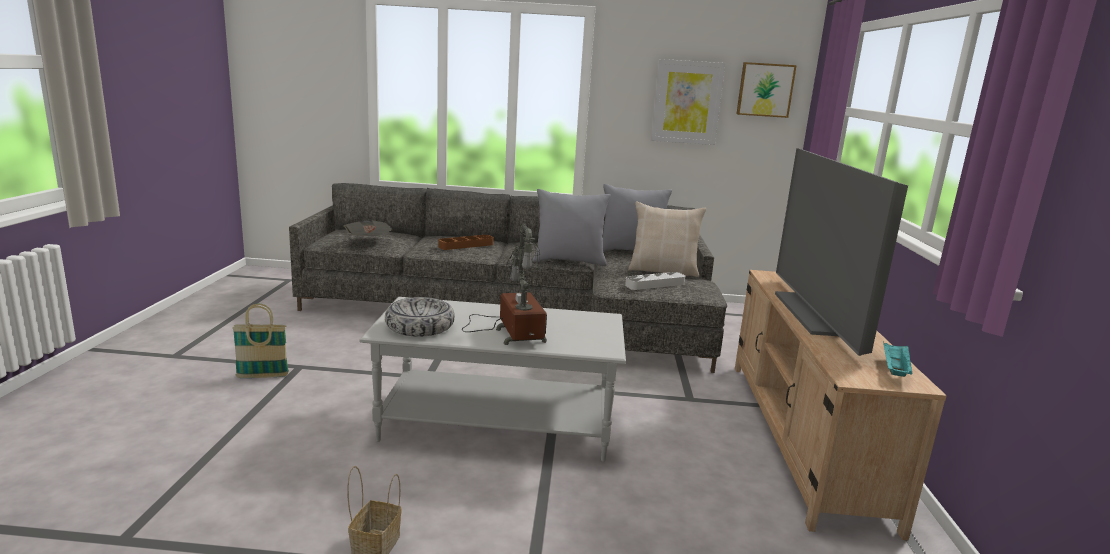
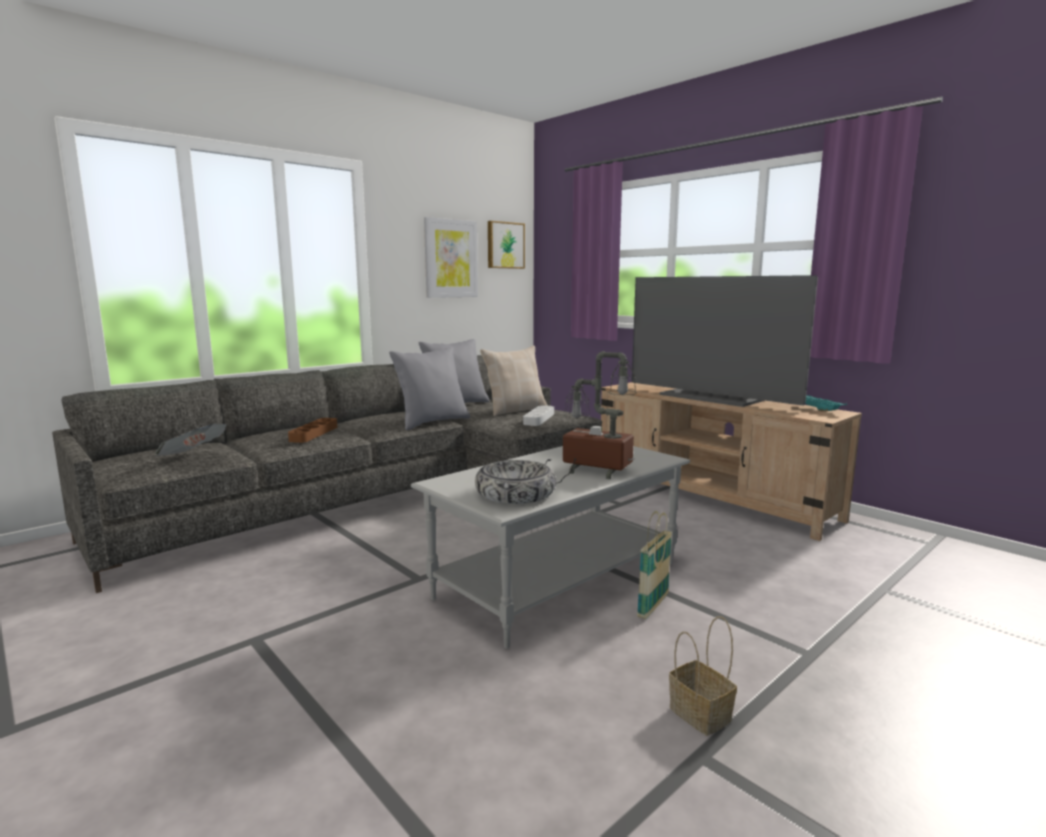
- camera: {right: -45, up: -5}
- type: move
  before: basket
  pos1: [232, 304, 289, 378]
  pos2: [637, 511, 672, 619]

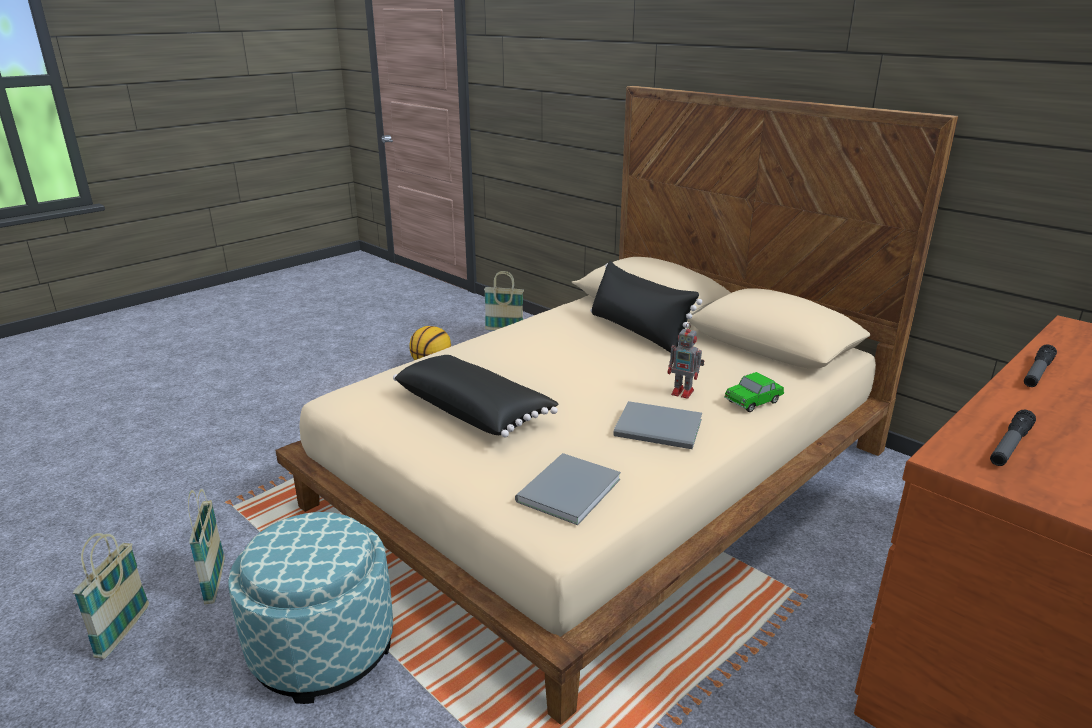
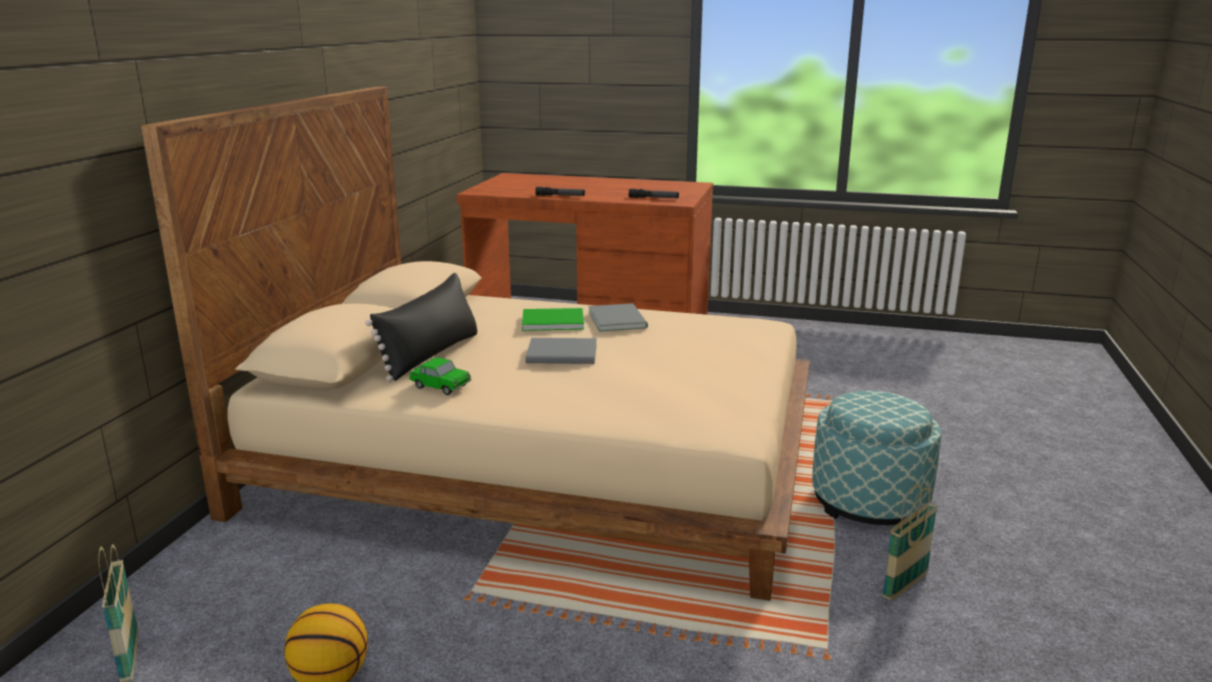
- camera: {right: -120, up: -5}
- type: move
  before: toy car
  pos1: [724, 372, 784, 412]
  pos2: [409, 357, 471, 395]
- type: replace
  before: toy robot
  after: green book
  pos1: [667, 323, 705, 399]
  pos2: [522, 308, 584, 331]
- type: move
  before: grey book
  pos1: [515, 453, 621, 525]
  pos2: [525, 338, 597, 364]
- type: delete
  before: basket
  pos1: [73, 533, 149, 659]
- type: delete
  before: black pillow
  pos1: [393, 355, 559, 437]

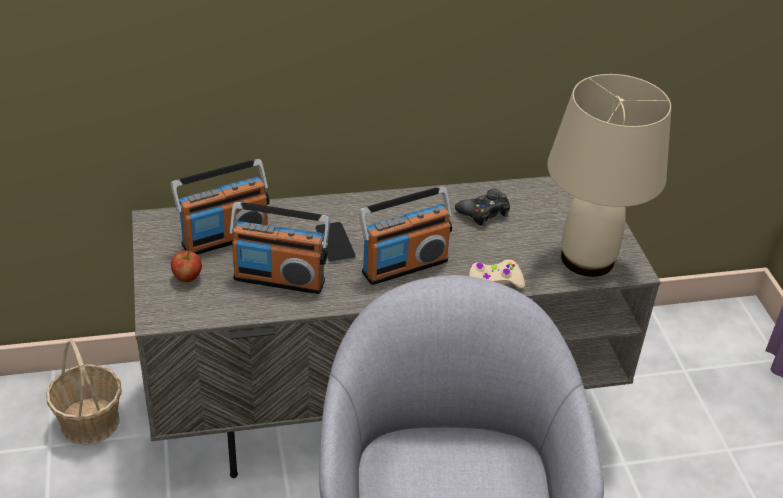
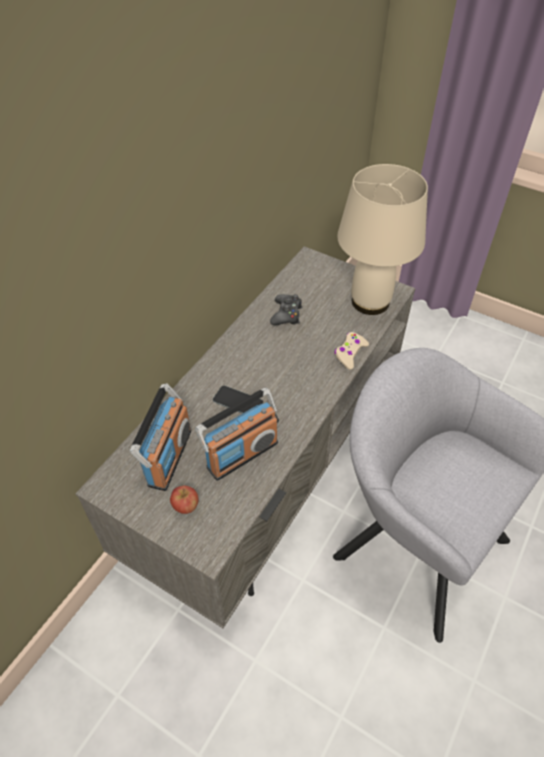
- camera: {right: -45, up: 10}
- type: delete
  before: basket
  pos1: [46, 339, 122, 445]
- type: delete
  before: radio
  pos1: [358, 186, 452, 285]

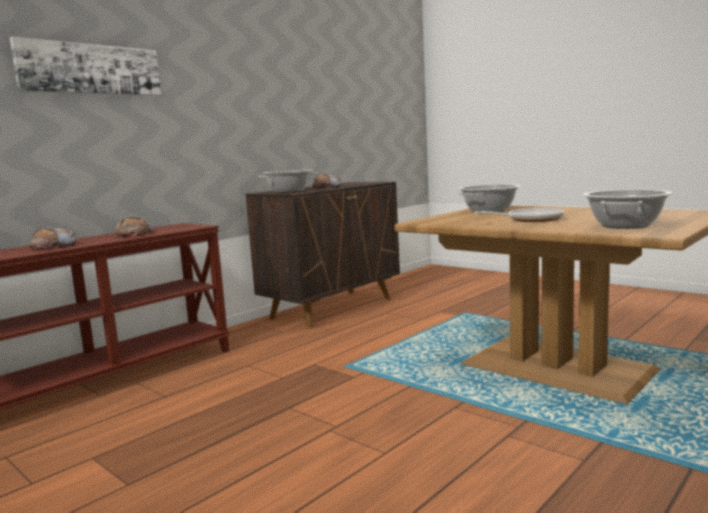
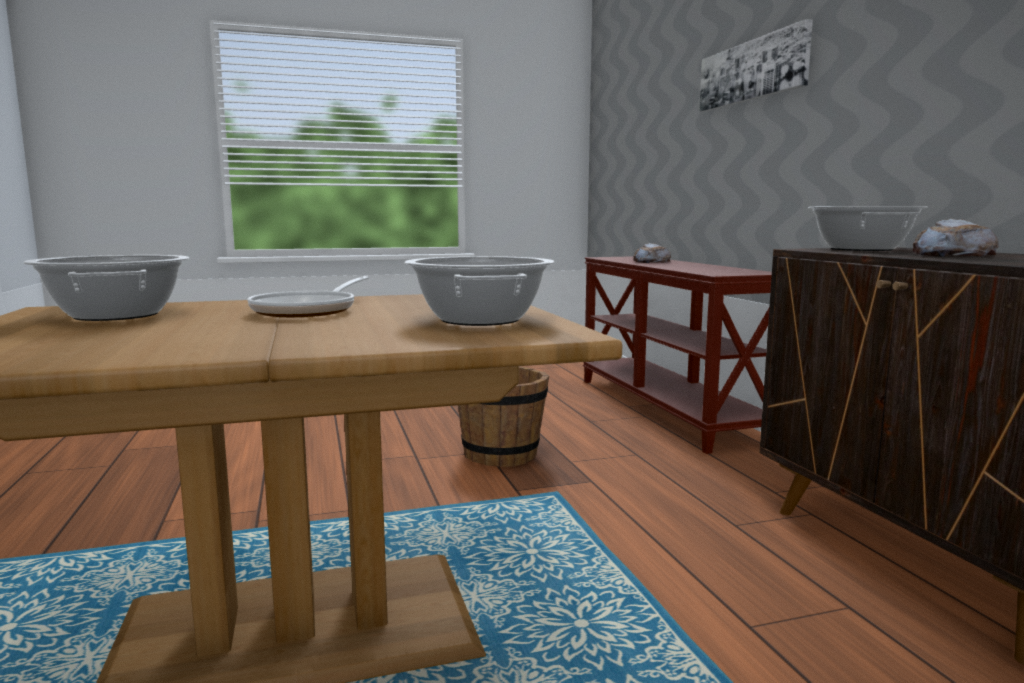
- camera: {right: 120, up: 0}
- type: insert
  after: brown bucket
  pos2: [458, 366, 549, 467]
- type: delete
  before: bread
  pos1: [113, 217, 153, 237]

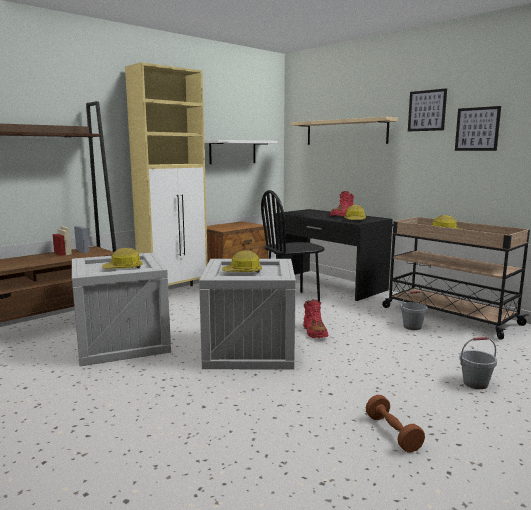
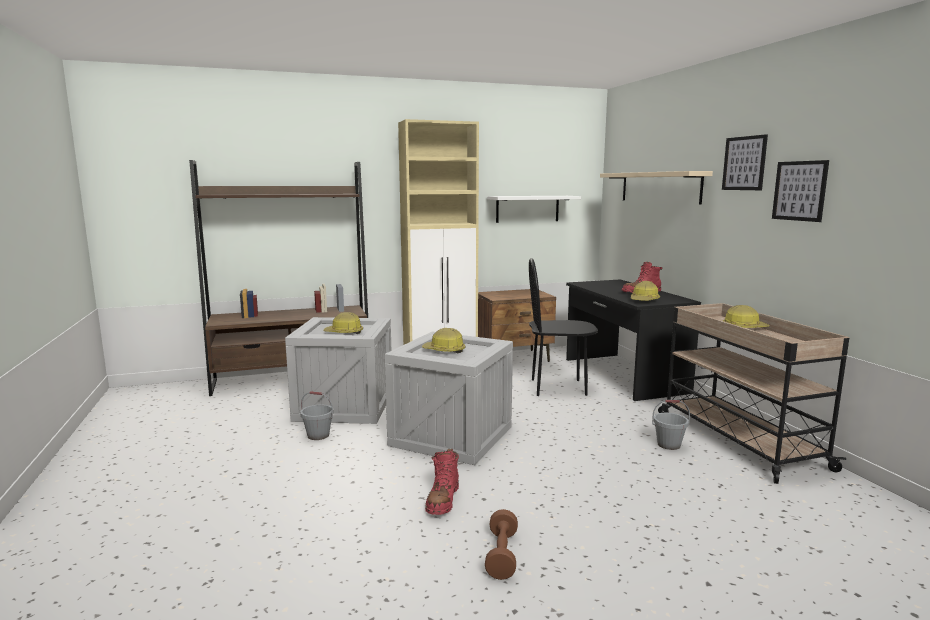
- camera: {right: 25, up: 0}
- type: move
  before: grey bucket
  pos1: [459, 337, 497, 389]
  pos2: [300, 391, 334, 440]
- type: move
  before: red boot
  pos1: [303, 300, 329, 338]
  pos2: [425, 449, 459, 515]

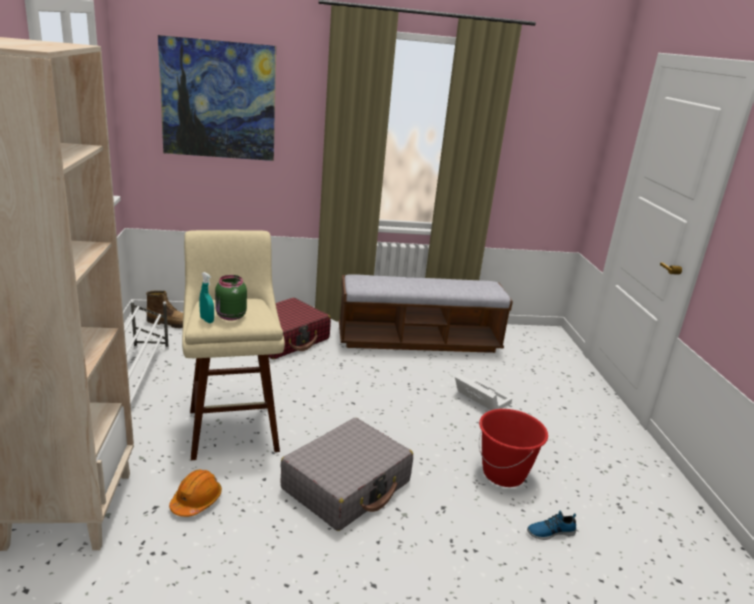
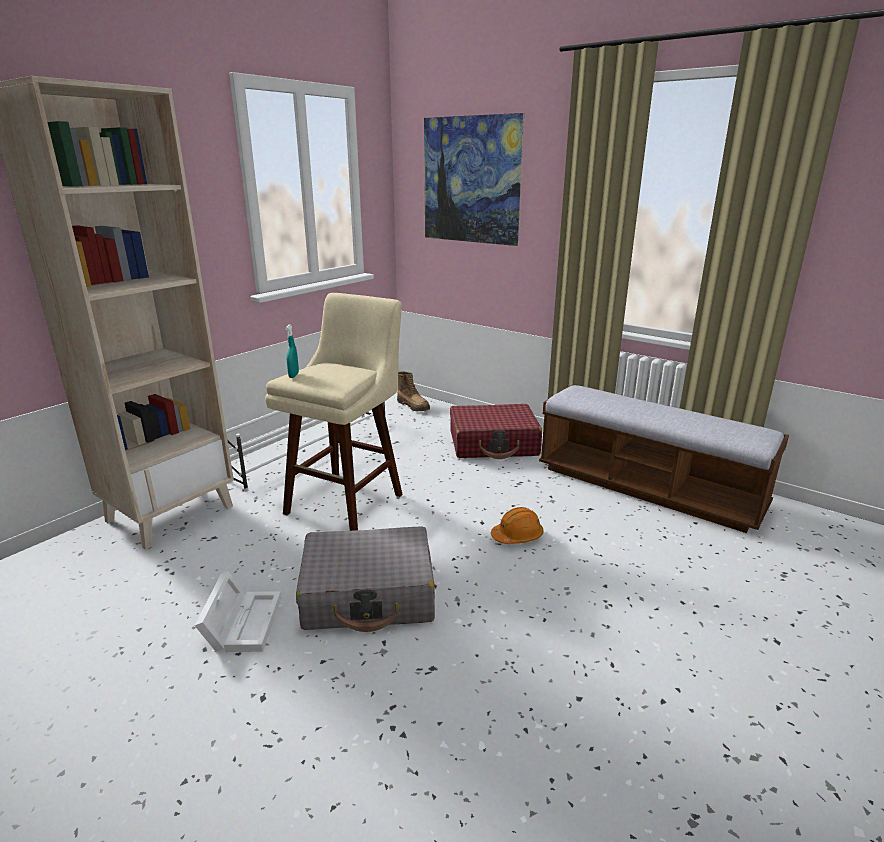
- camera: {right: 45, up: 0}
- type: move
  before: white storage box
  pos1: [455, 374, 512, 410]
  pos2: [194, 571, 281, 652]
- type: move
  before: orange hard hat
  pos1: [169, 469, 222, 517]
  pos2: [491, 507, 544, 544]
- type: delete
  before: green jar
  pos1: [215, 275, 247, 321]
- type: delete
  before: red bucket
  pos1: [479, 409, 548, 487]
- type: delete
  before: shoe
  pos1: [527, 510, 576, 540]

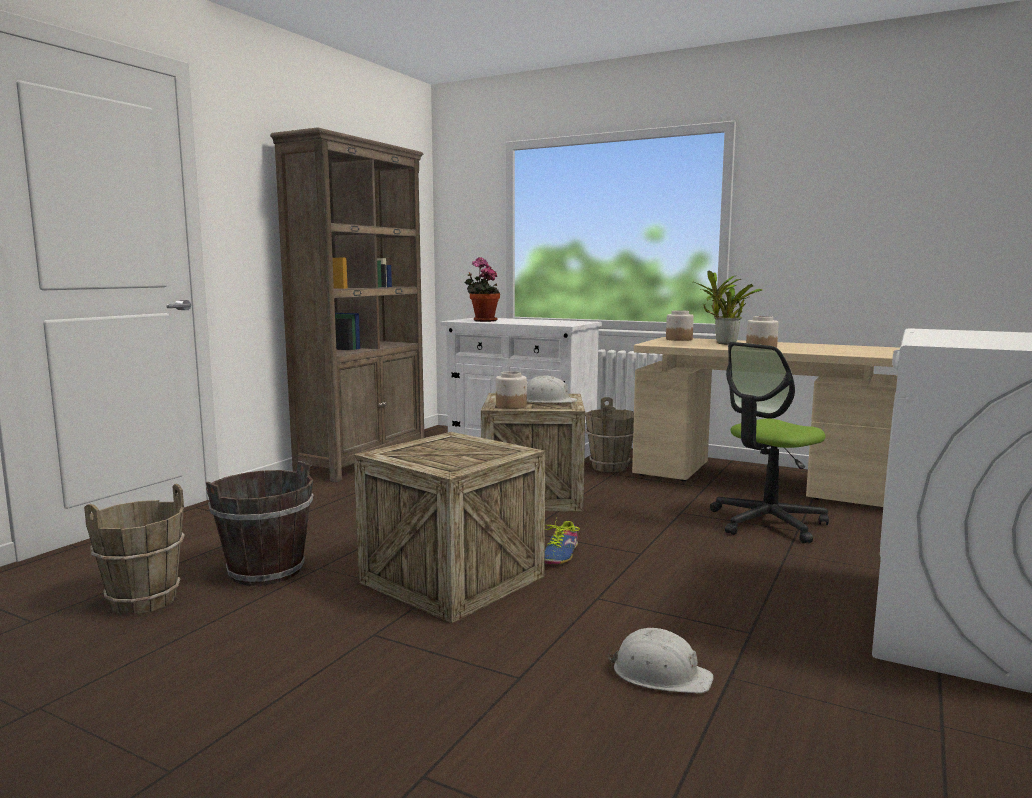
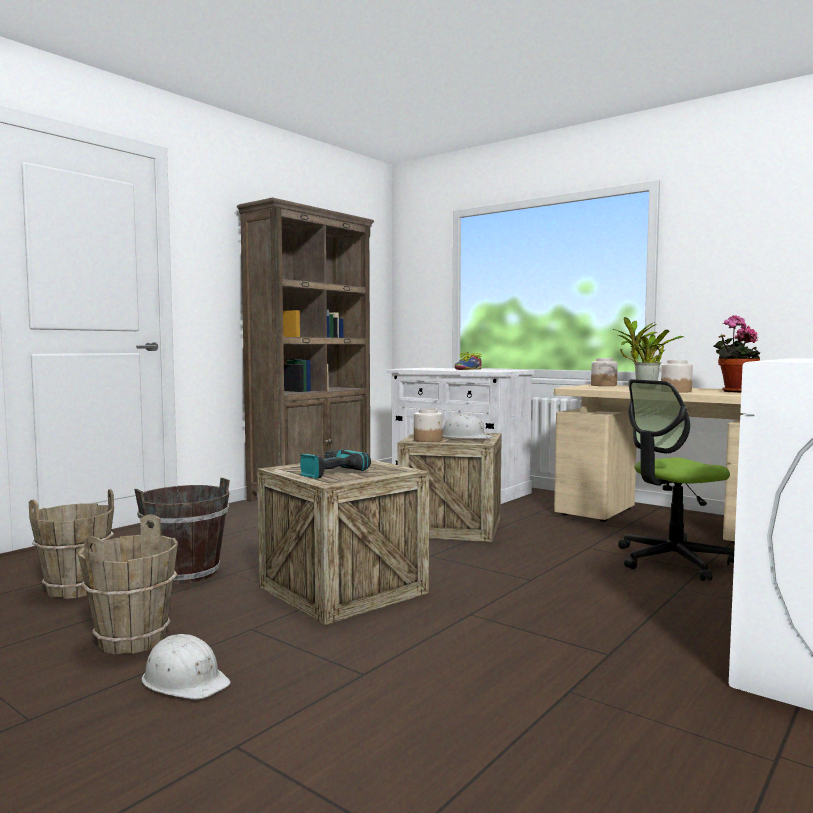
- camera: {right: 10, up: -5}
- type: move
  before: brown bucket
  pos1: [585, 397, 634, 472]
  pos2: [78, 514, 178, 655]
- type: move
  before: white hard hat
  pos1: [608, 628, 714, 694]
  pos2: [142, 634, 231, 700]
- type: insert
  after: power drill
  pos2: [300, 449, 371, 479]
- type: move
  before: shoe
  pos1: [545, 517, 580, 564]
  pos2: [455, 352, 482, 370]
- type: move
  before: potted plant
  pos1: [465, 257, 500, 322]
  pos2: [714, 315, 760, 393]

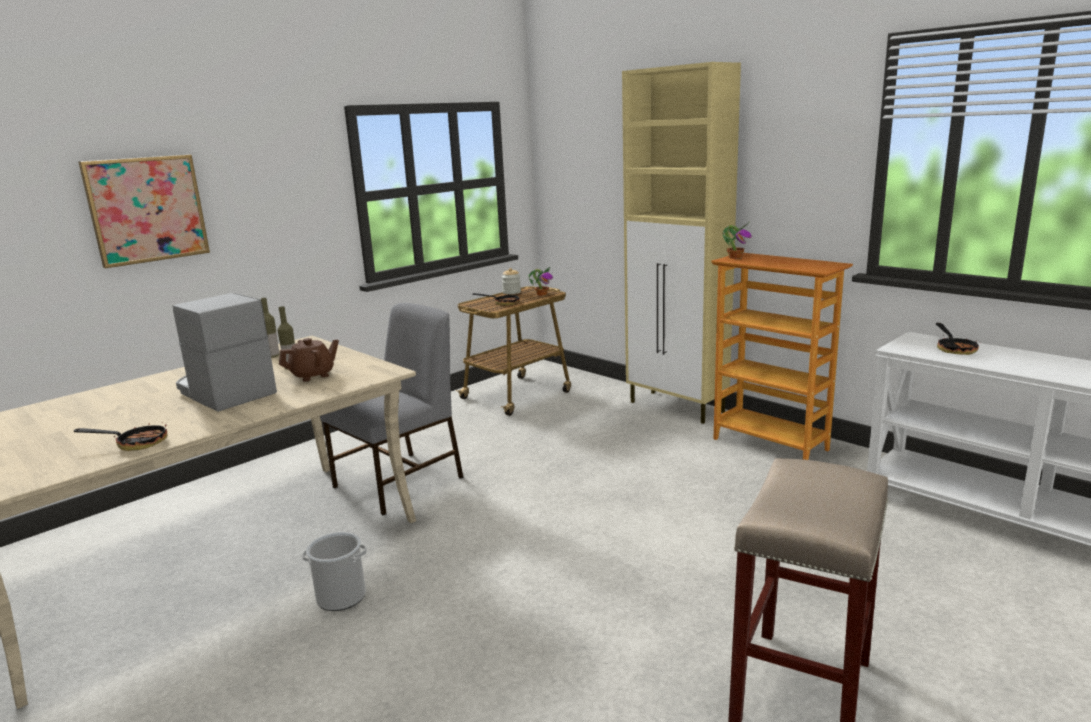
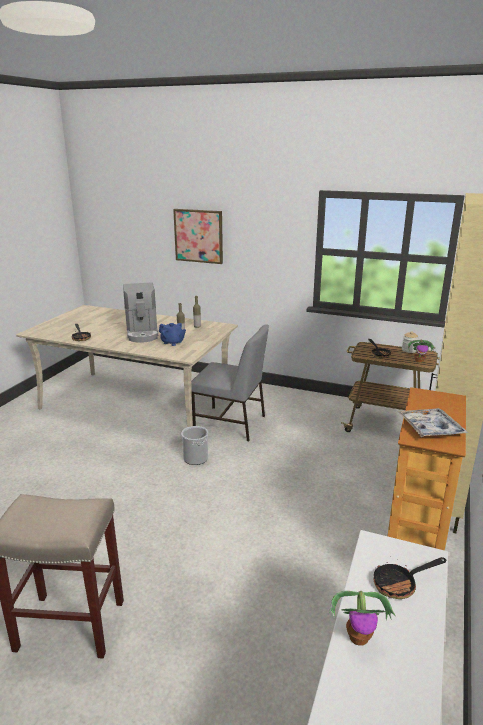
- camera: {right: 65, up: 5}
- type: rotate
  before: coffee machine
  pos1: [173, 293, 277, 412]
  pos2: [123, 283, 158, 343]
  turn: 150
- type: recolor
  before: brown teapot
  after: blue teapot
  pos1: [279, 338, 339, 382]
  pos2: [159, 323, 186, 346]
- type: move
  before: bucket
  pos1: [302, 532, 367, 611]
  pos2: [181, 426, 208, 465]
- type: move
  before: potted plant
  pos1: [723, 223, 752, 259]
  pos2: [329, 591, 395, 646]
- type: insert
  after: tray
  pos2: [398, 408, 468, 437]

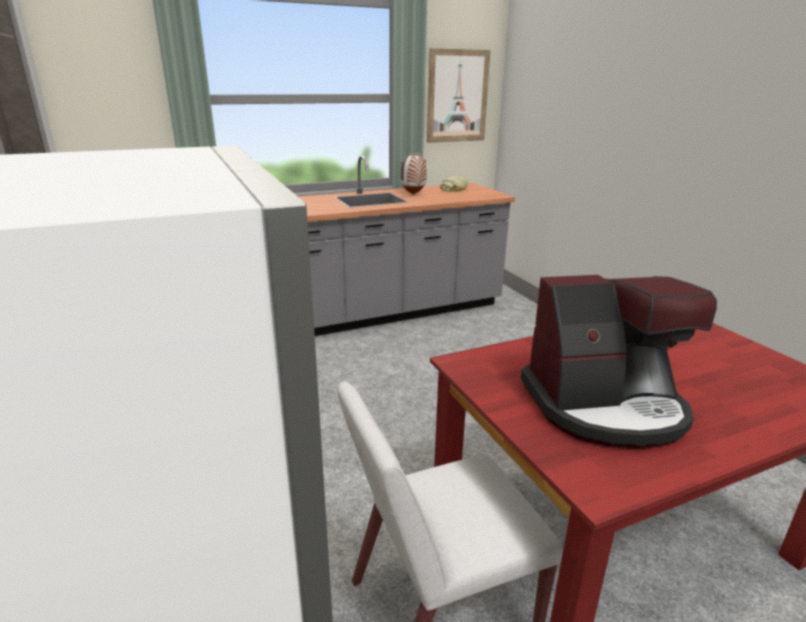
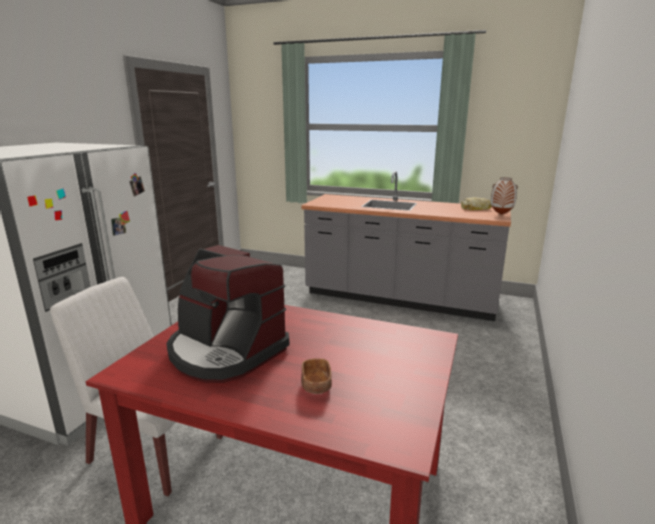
- camera: {right: 45, up: -5}
- type: insert
  after: brown bowl
  pos2: [301, 358, 332, 394]
- type: move
  before: vase
  pos1: [400, 152, 427, 194]
  pos2: [491, 177, 518, 215]
- type: delete
  before: picture
  pos1: [427, 48, 491, 143]

